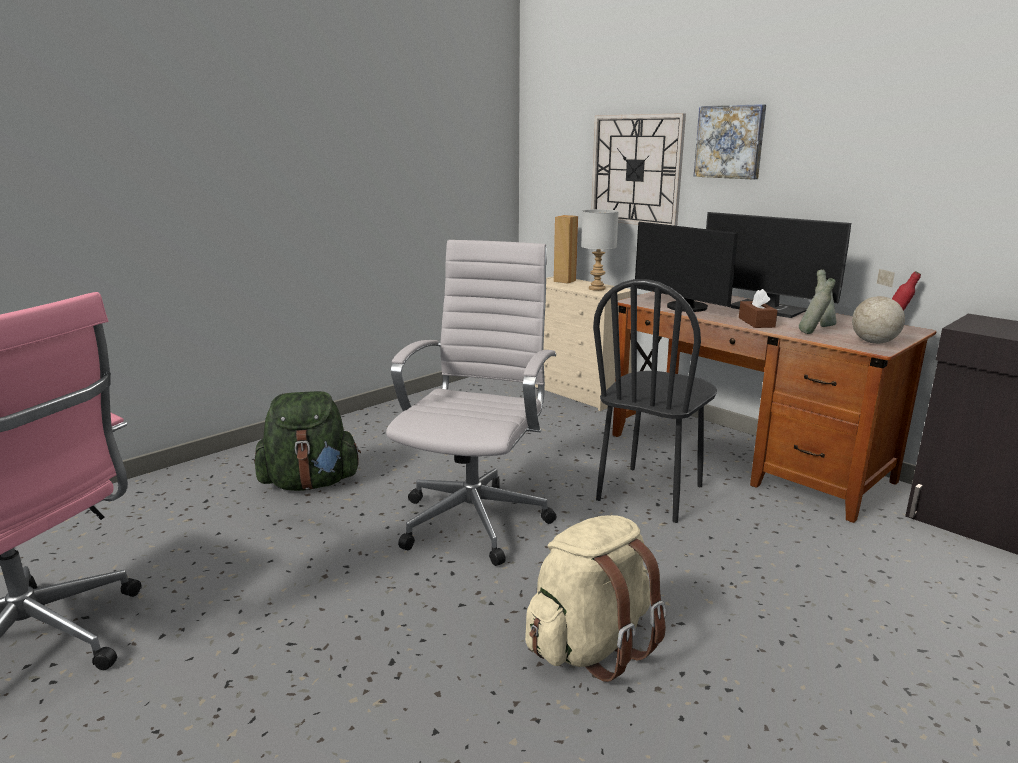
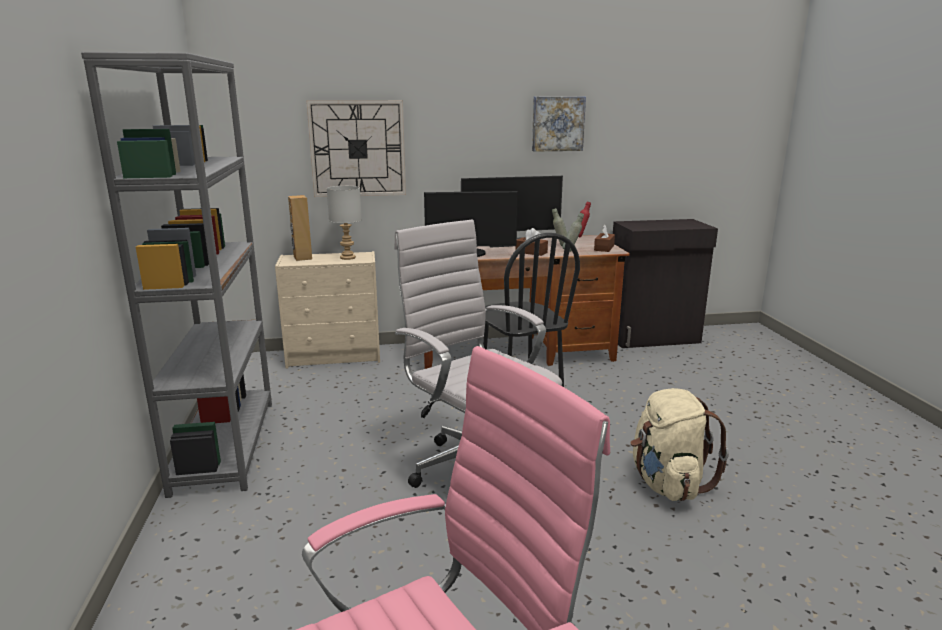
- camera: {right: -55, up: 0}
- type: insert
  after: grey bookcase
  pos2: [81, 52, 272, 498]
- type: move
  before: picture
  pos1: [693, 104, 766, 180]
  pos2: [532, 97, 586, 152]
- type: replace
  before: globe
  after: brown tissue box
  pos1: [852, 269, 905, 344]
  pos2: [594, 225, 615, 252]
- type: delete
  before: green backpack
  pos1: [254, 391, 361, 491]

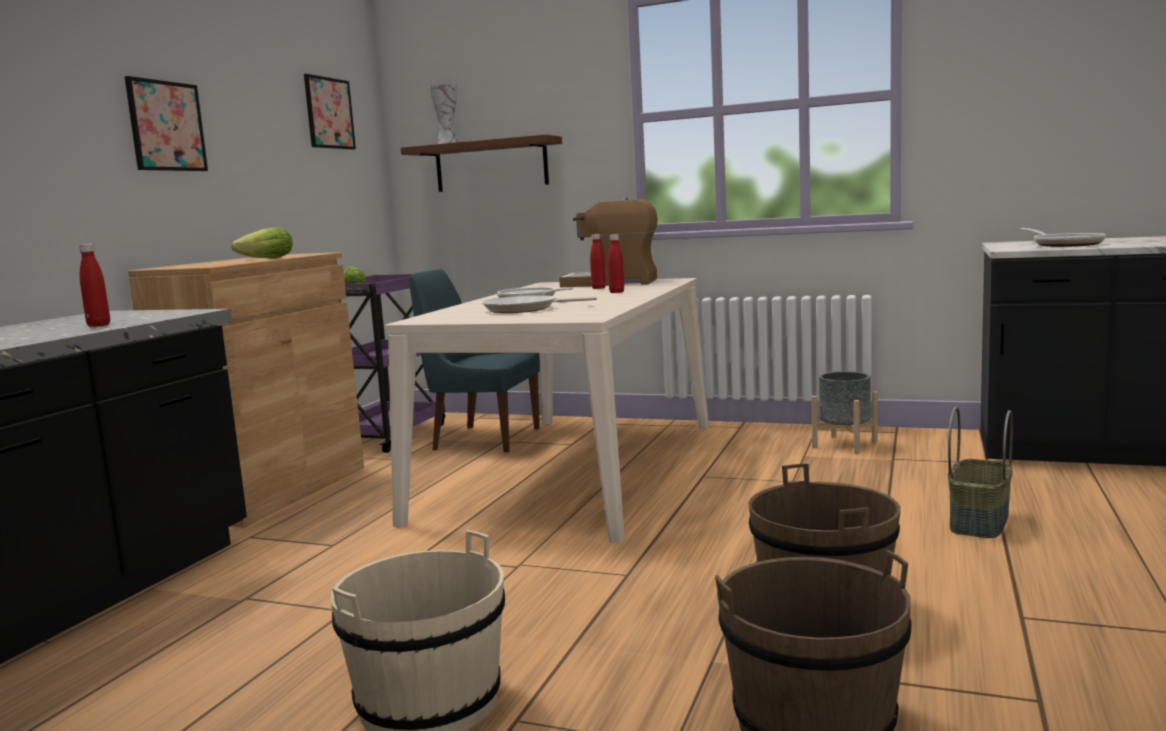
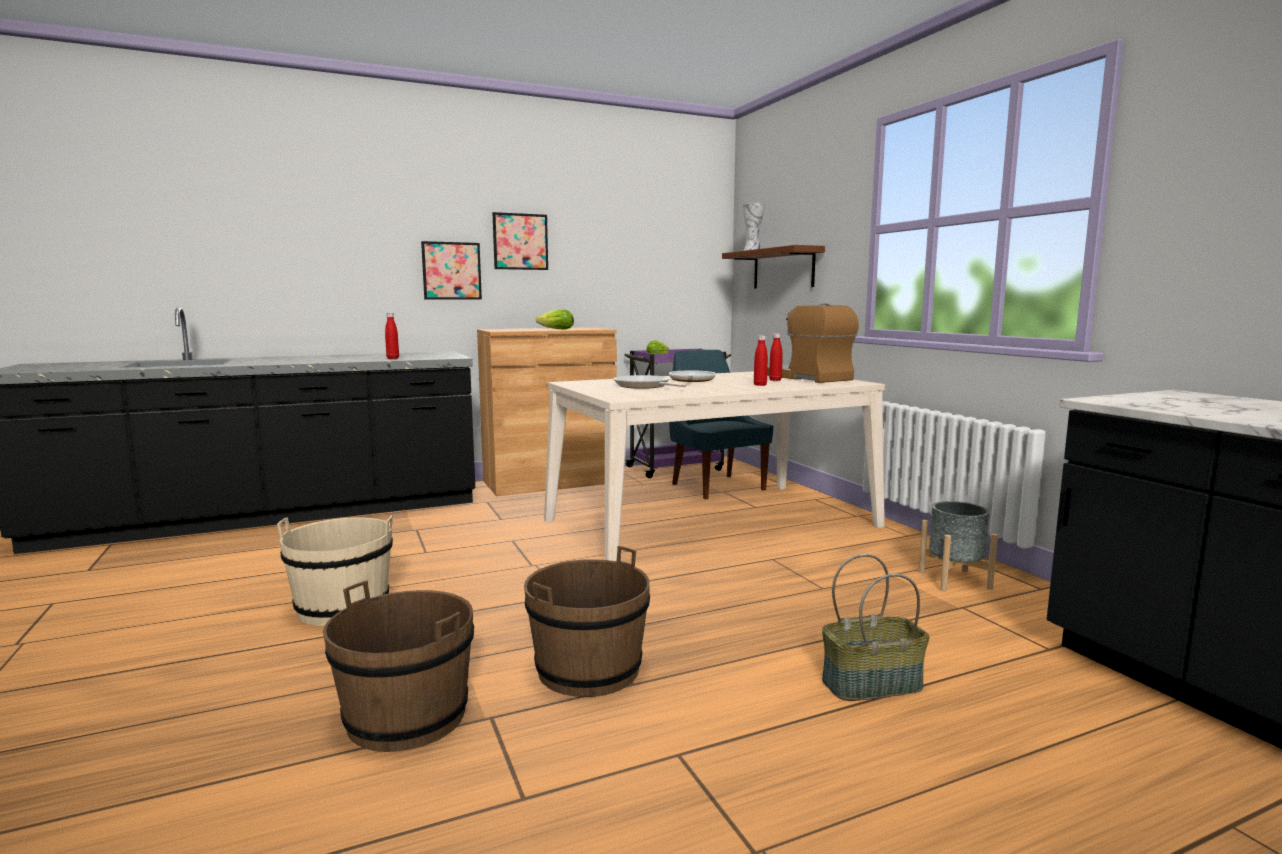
- camera: {right: 45, up: 0}
- type: move
  before: picture
  pos1: [304, 74, 356, 150]
  pos2: [421, 241, 482, 299]
- type: delete
  before: frying pan
  pos1: [1021, 228, 1106, 247]

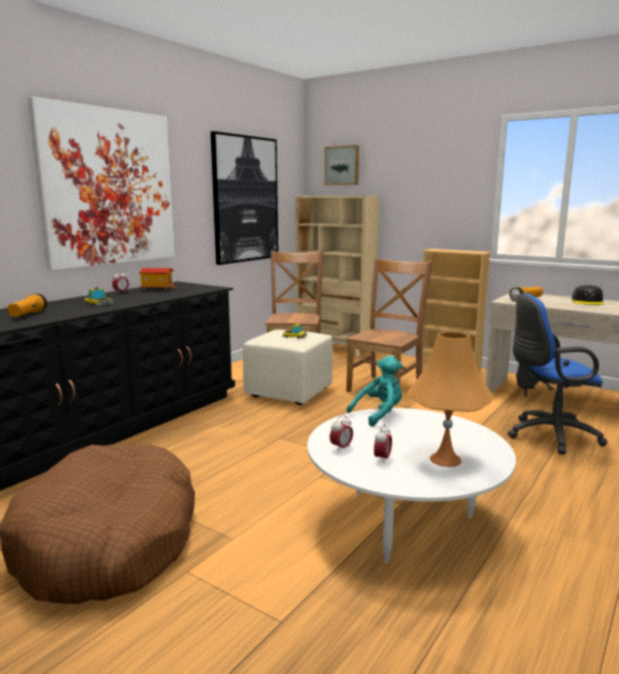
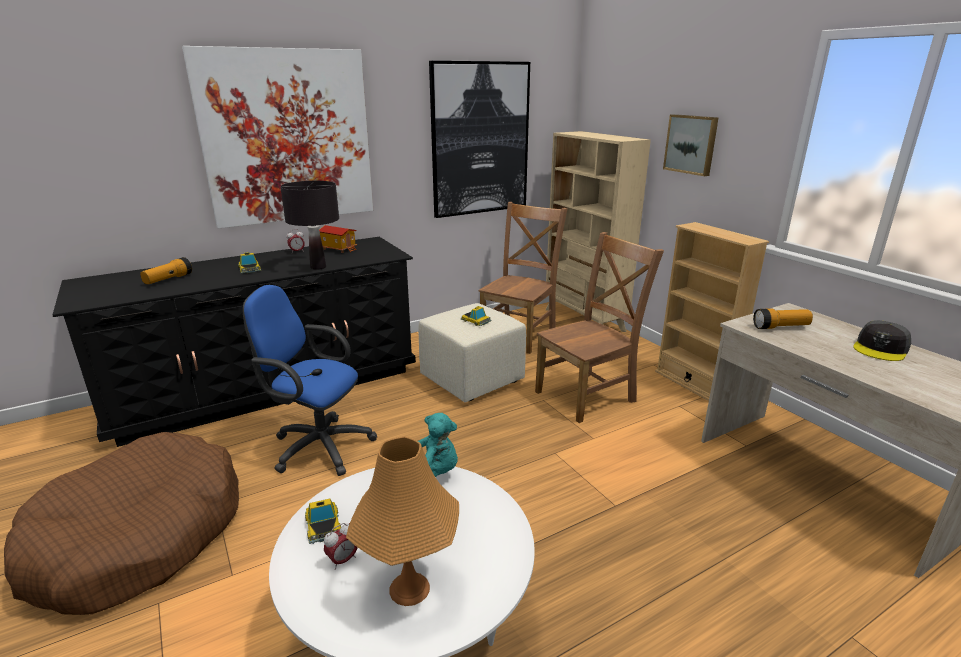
- camera: {right: 25, up: 10}
- type: move
  before: blue office chair
  pos1: [508, 293, 607, 454]
  pos2: [243, 285, 377, 476]
- type: insert
  after: black table lamp
  pos2: [280, 181, 339, 270]
- type: replace
  before: alarm clock
  after: toy car
  pos1: [330, 415, 353, 452]
  pos2: [305, 499, 341, 544]
- type: move
  before: picture
  pos1: [325, 145, 359, 185]
  pos2: [663, 114, 719, 176]

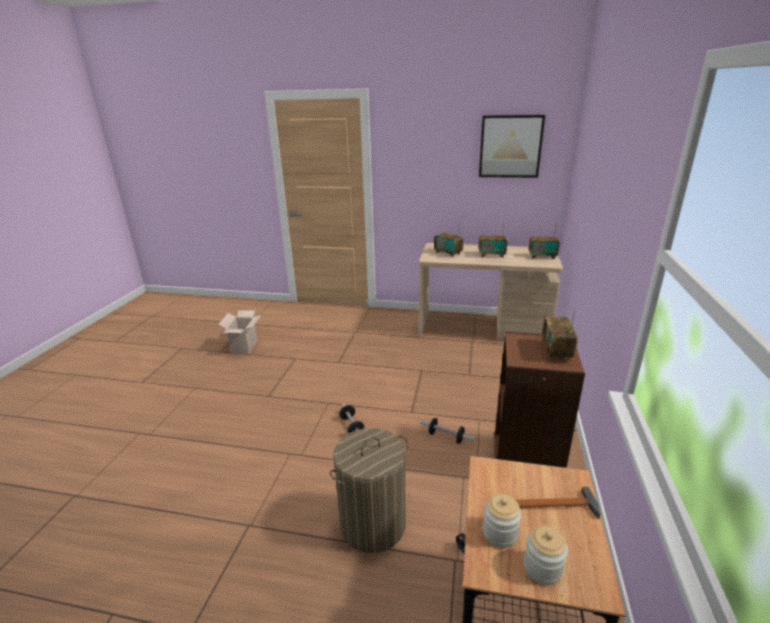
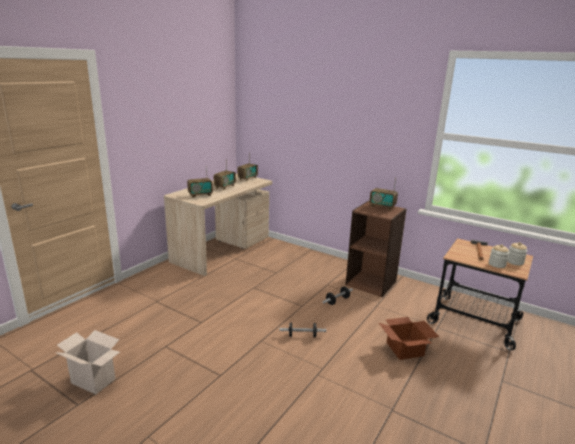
- camera: {right: -70, up: -5}
- type: replace
  before: laundry basket
  after: cardboard box
  pos1: [329, 428, 408, 553]
  pos2: [379, 317, 439, 360]
- type: delete
  before: picture
  pos1: [479, 115, 545, 178]

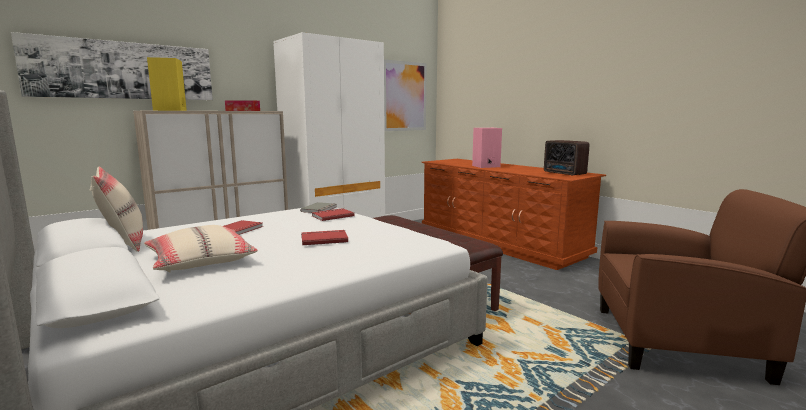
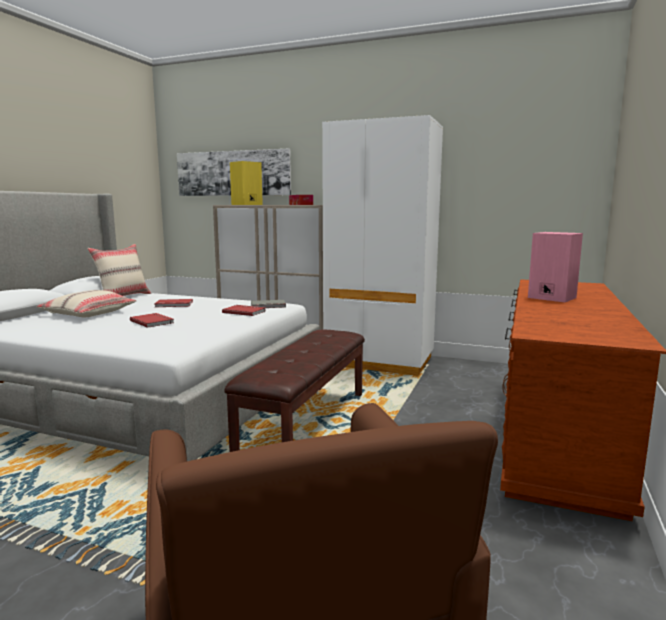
- camera: {right: 60, up: 0}
- type: delete
  before: picture
  pos1: [384, 59, 427, 131]
- type: delete
  before: radio
  pos1: [544, 140, 589, 176]

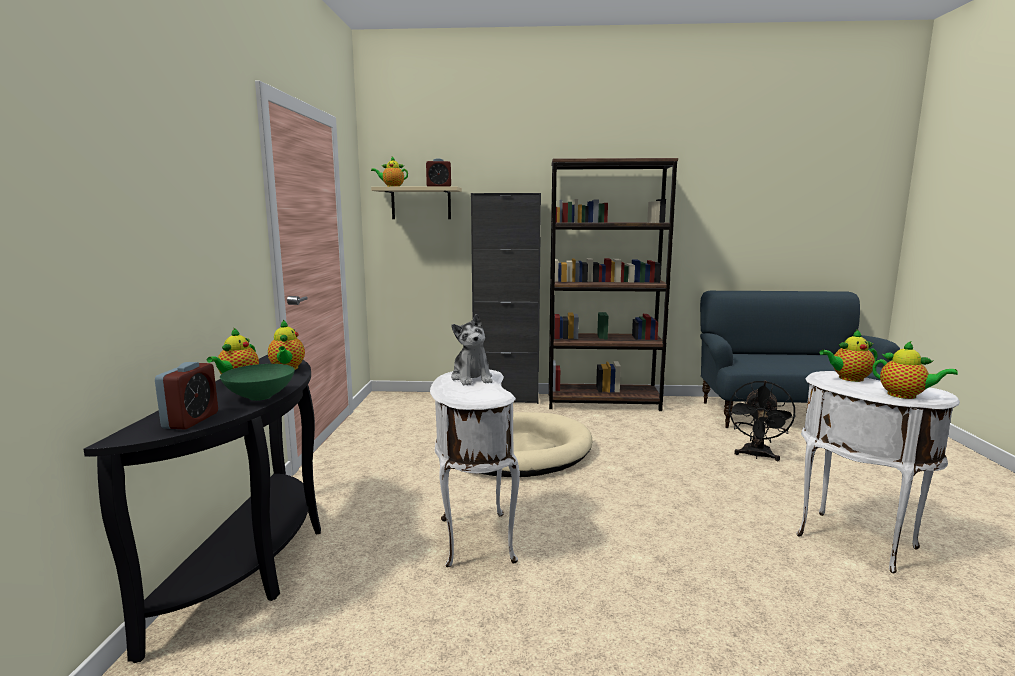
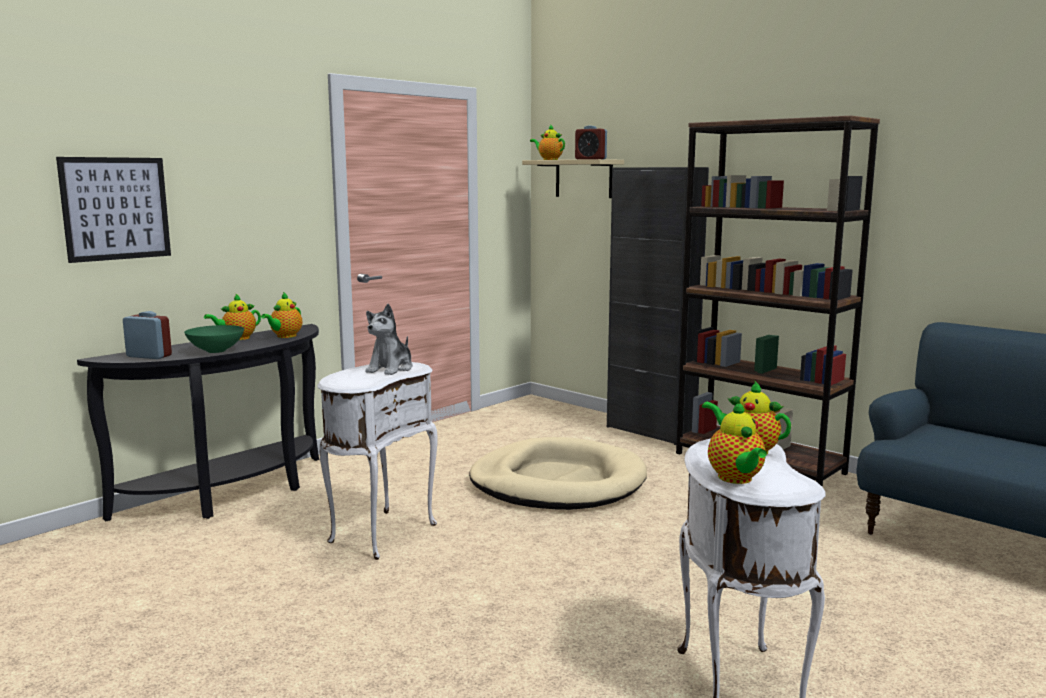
- camera: {right: 40, up: 0}
- type: insert
  after: picture
  pos2: [56, 157, 171, 263]
- type: rotate
  before: alarm clock
  pos1: [155, 362, 218, 430]
  pos2: [123, 311, 172, 359]
  turn: -120
- type: delete
  before: black fan
  pos1: [728, 381, 796, 461]

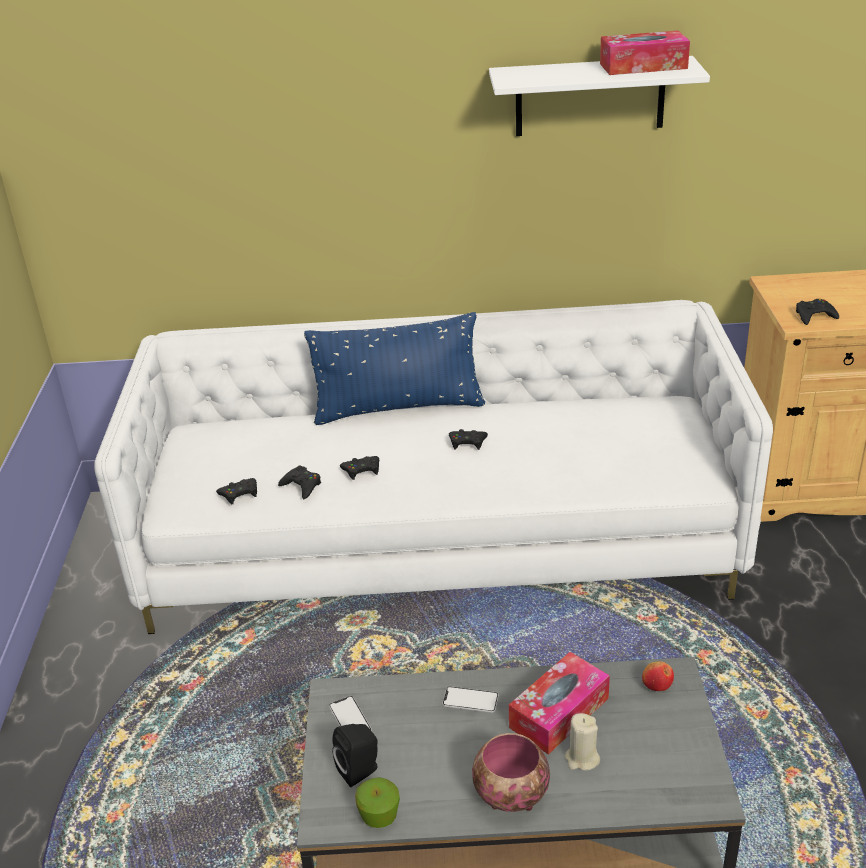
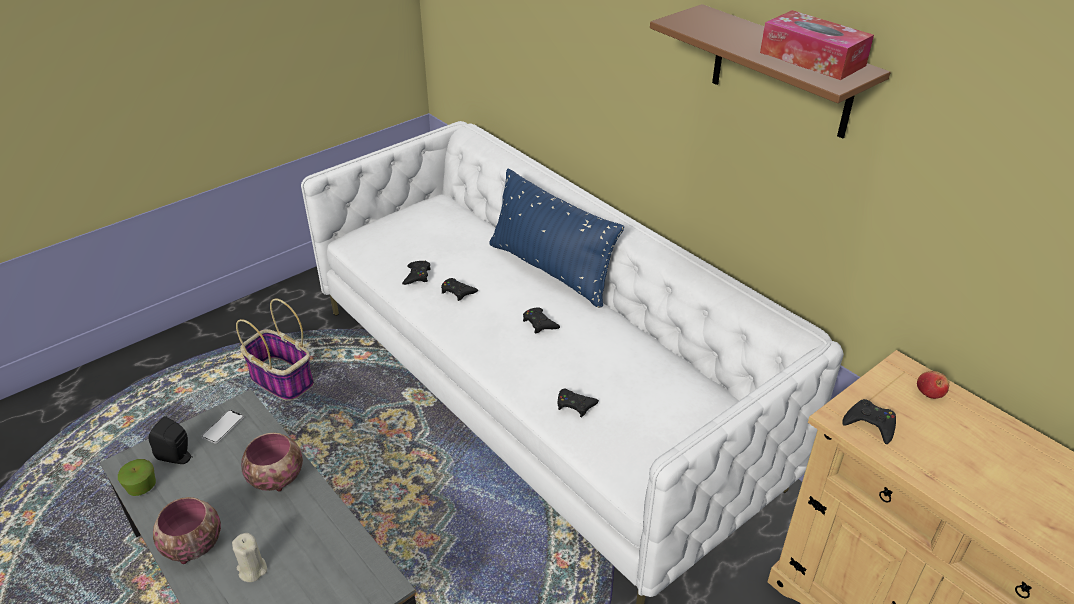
- camera: {right: 50, up: 5}
- type: insert
  after: basket
  pos2: [236, 298, 314, 401]
- type: replace
  before: phone
  after: bowl
  pos1: [442, 686, 499, 713]
  pos2: [241, 432, 303, 491]
- type: move
  before: black game controller
  pos1: [216, 478, 257, 504]
  pos2: [557, 389, 599, 417]
- type: recolor
  before: white shelf
  after: brown shelf
  pos1: [489, 56, 710, 136]
  pos2: [650, 4, 891, 139]
- type: move
  before: apple
  pos1: [642, 661, 674, 691]
  pos2: [917, 371, 949, 399]
- type: delete
  before: tissue box
  pos1: [509, 652, 610, 755]

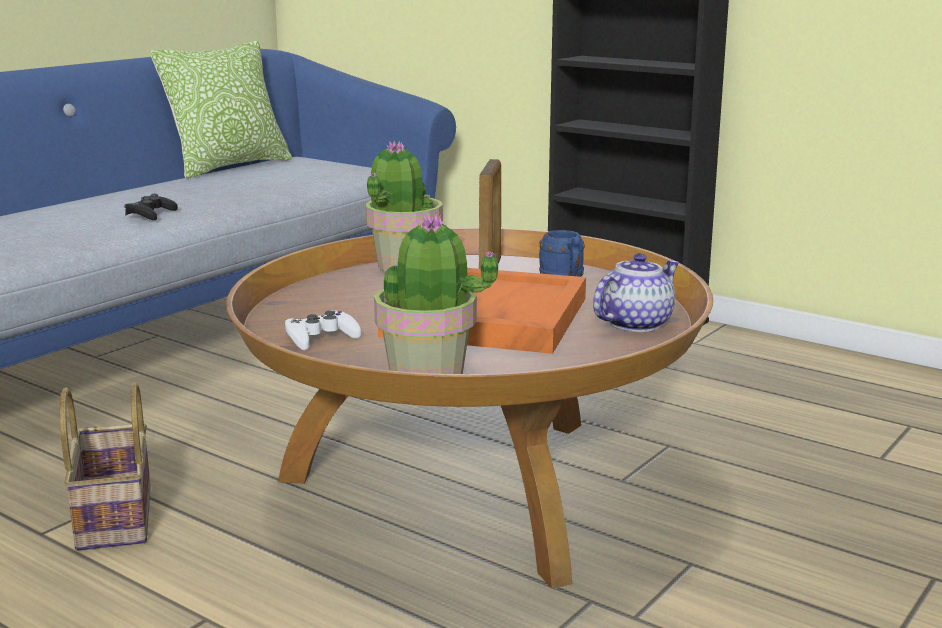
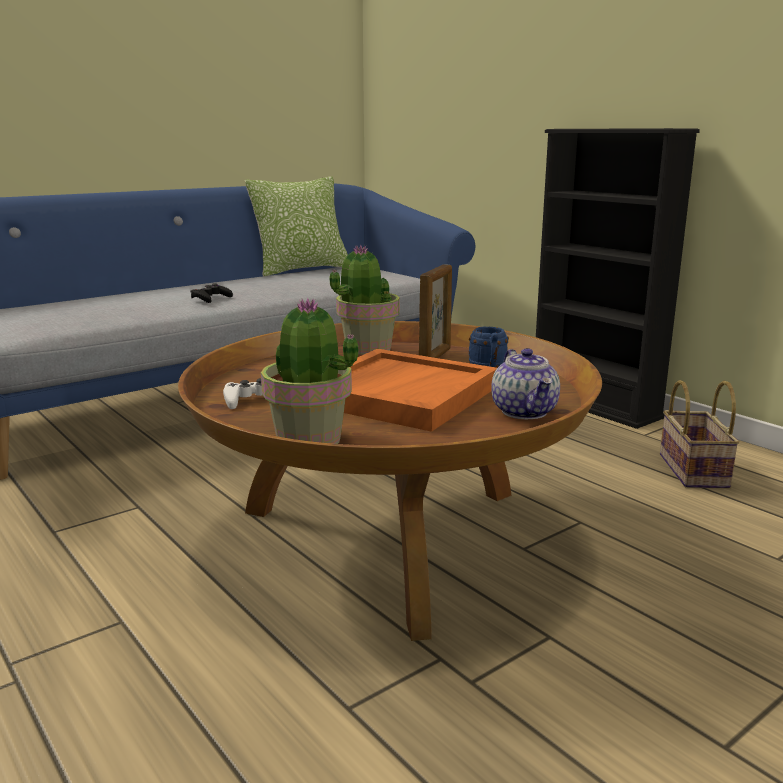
- camera: {right: 15, up: 0}
- type: rotate
  before: teapot
  pos1: [593, 253, 679, 332]
  pos2: [491, 348, 560, 419]
  turn: 105
- type: move
  before: basket
  pos1: [60, 382, 151, 551]
  pos2: [660, 380, 739, 488]

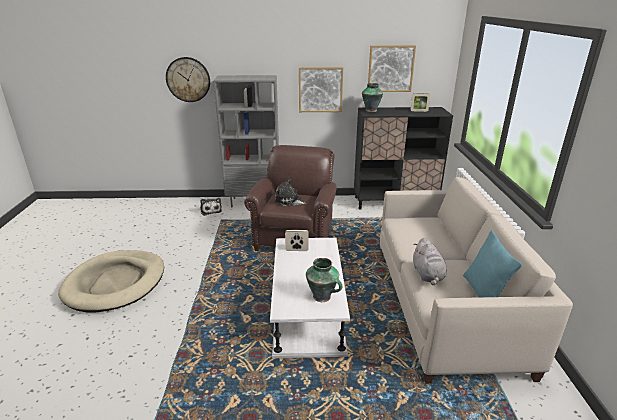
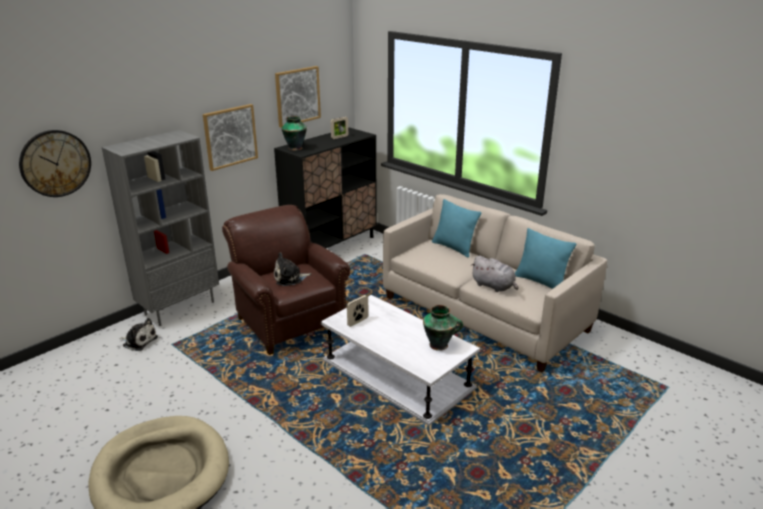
- camera: {right: -45, up: 0}
- type: insert
  after: turquoise pillow
  pos2: [432, 199, 481, 258]

